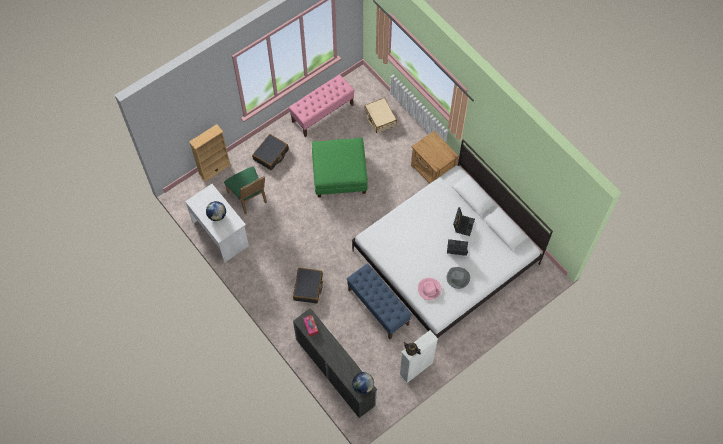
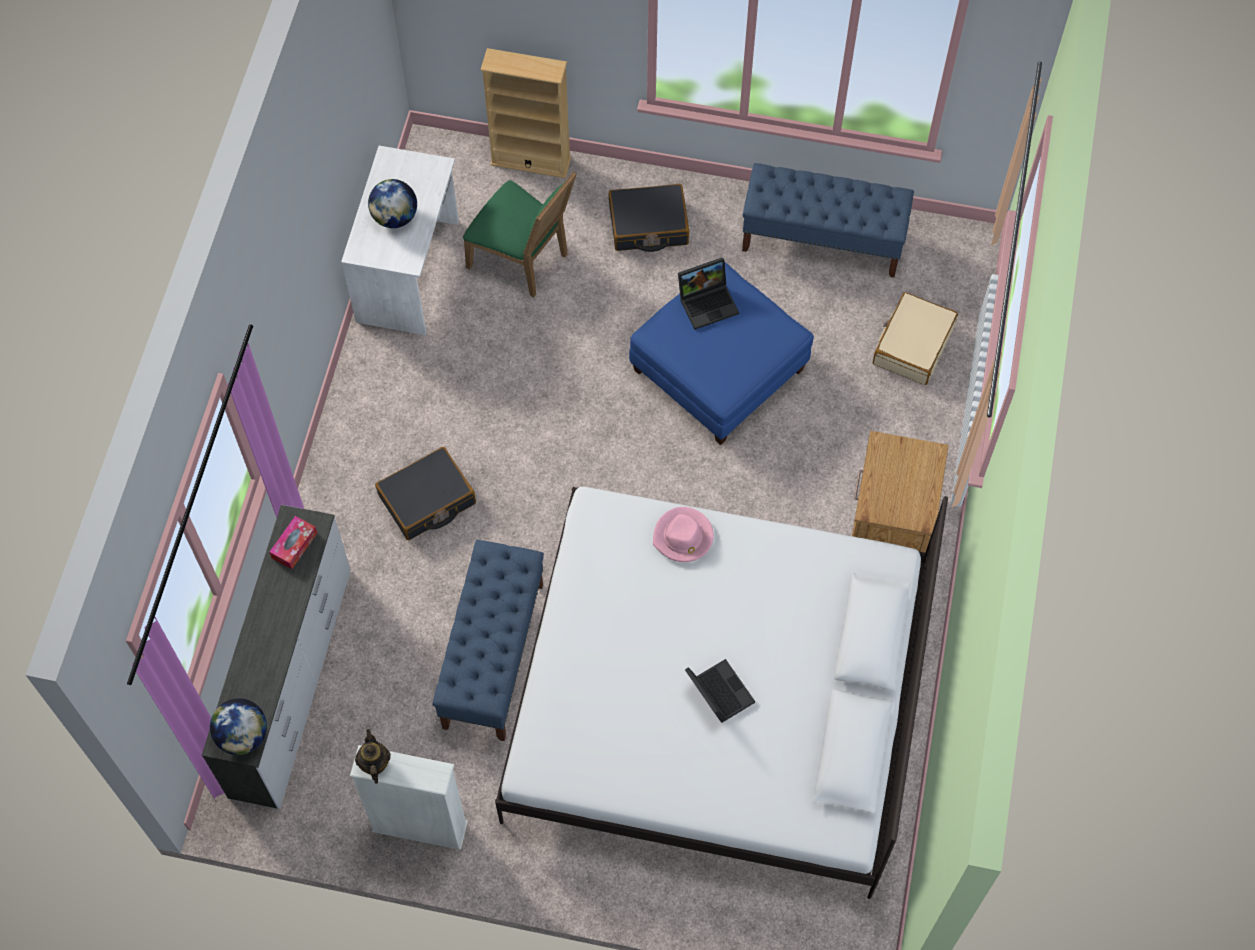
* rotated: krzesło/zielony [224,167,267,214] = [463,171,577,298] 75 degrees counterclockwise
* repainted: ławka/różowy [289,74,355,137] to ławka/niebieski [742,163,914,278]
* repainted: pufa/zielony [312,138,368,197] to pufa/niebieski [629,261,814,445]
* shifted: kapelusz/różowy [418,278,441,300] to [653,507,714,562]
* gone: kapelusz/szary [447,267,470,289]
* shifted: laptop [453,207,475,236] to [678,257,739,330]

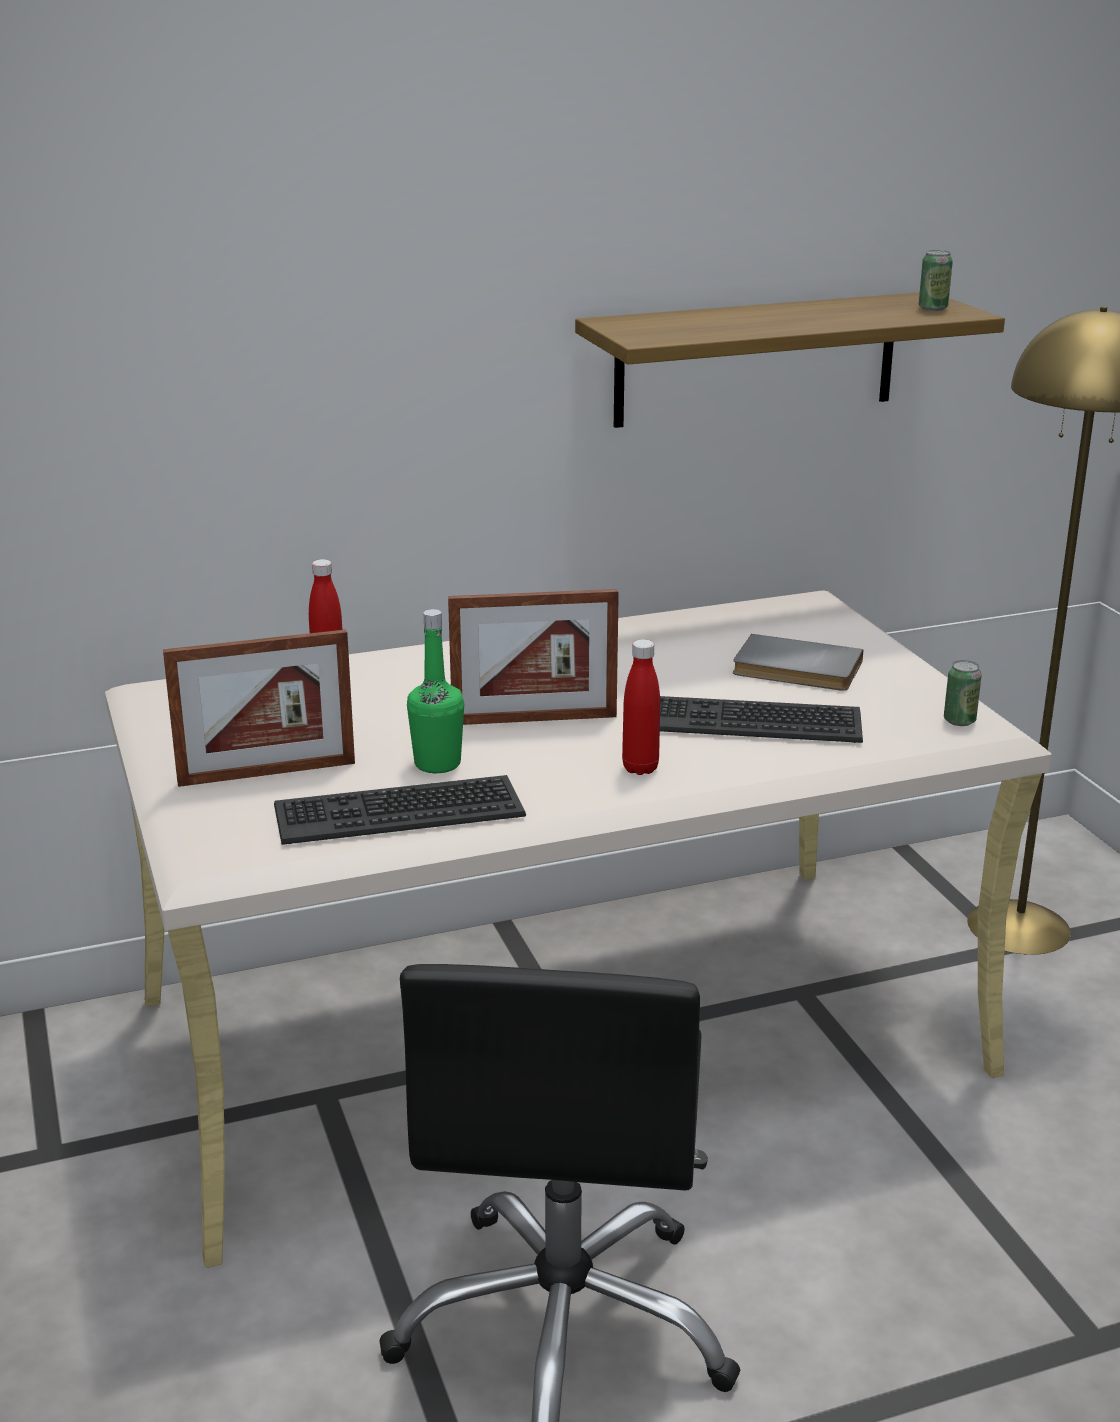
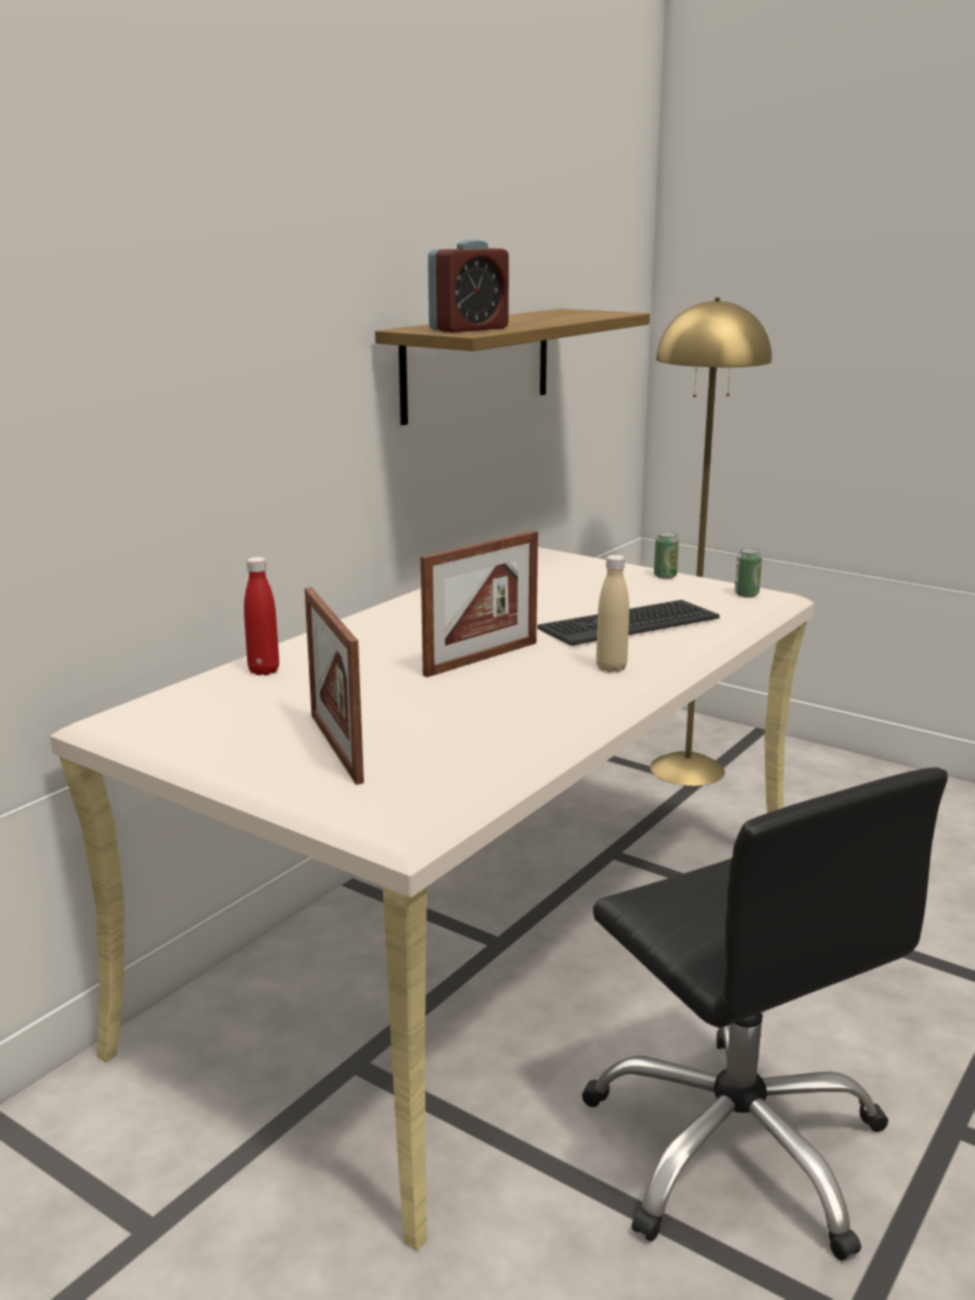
* rotated: ramka na zdjęcie [163,629,355,787] = [305,587,364,785] 120 degrees clockwise
* gone: klawiatura [274,775,526,845]
* gone: butelka/zielony [407,609,464,773]
* repainted: butelka/czerwony [622,639,660,775] to butelka/beżowy [596,555,629,673]
* gone: książka/szary [733,634,863,691]
* shifted: puszka [919,250,953,311] to [654,532,679,579]
* new: budzik [428,240,509,333]

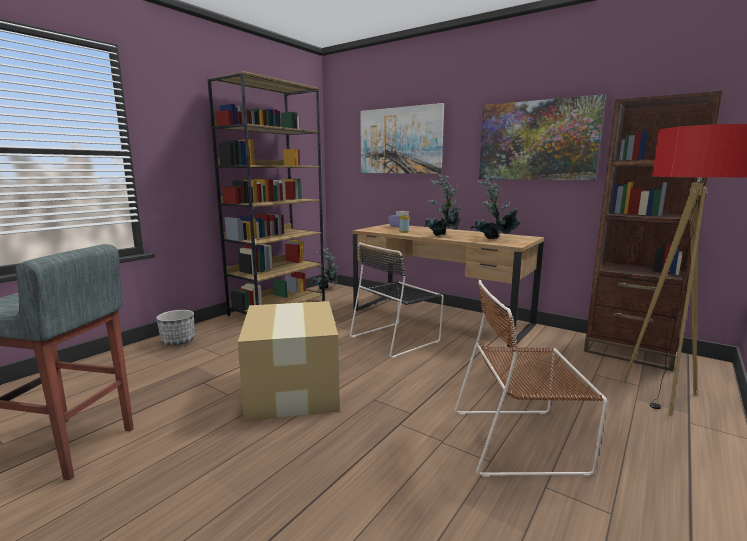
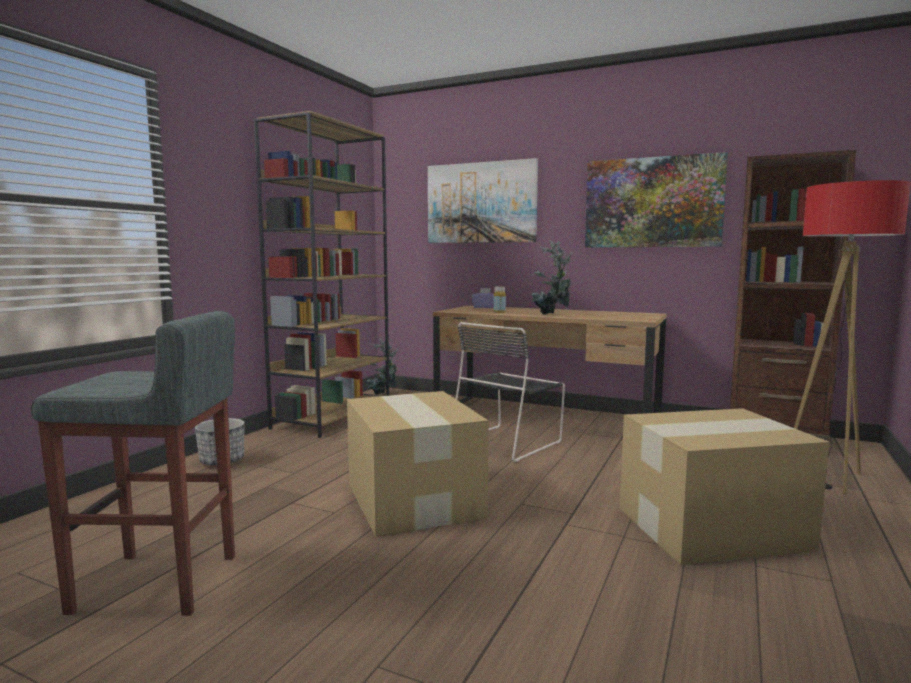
* swapped: krzesło/brązowy [455,280,607,477] to karton [620,408,829,565]
* gone: roślina doniczkowa [471,174,520,239]

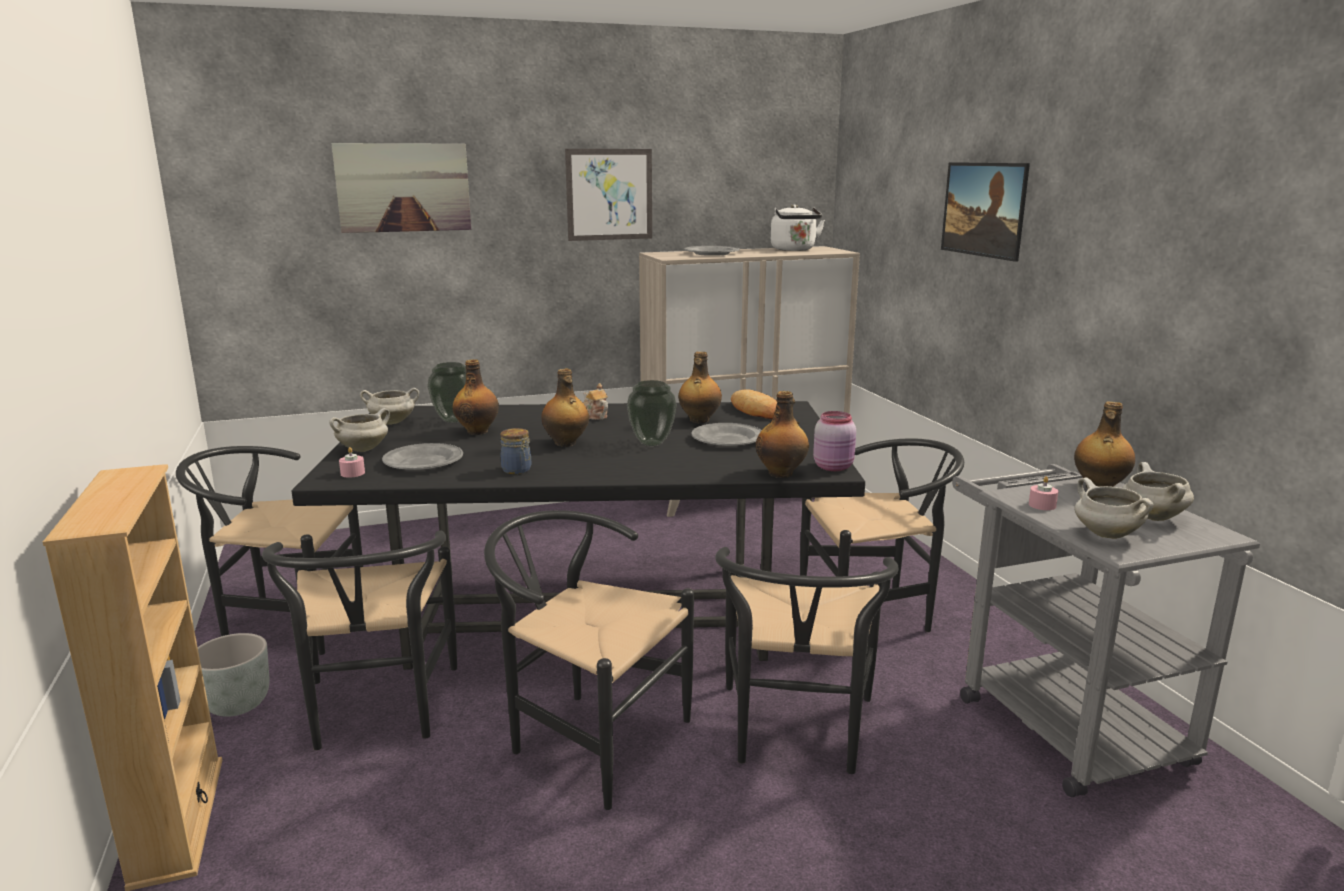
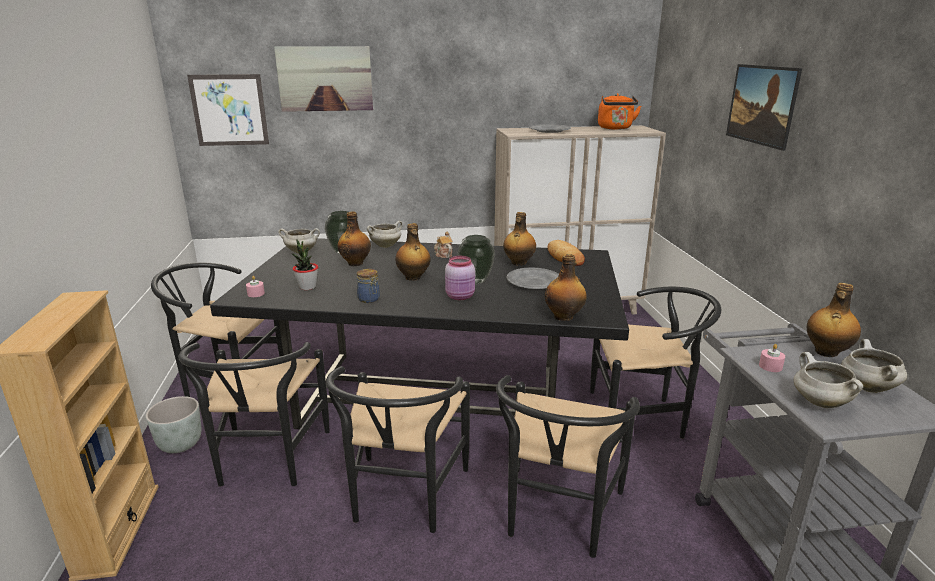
* shifted: garnek/biały [329,408,390,452] to [367,221,403,248]
* swapped: talerz/szary [382,443,463,470] to roślina doniczkowa [292,239,318,290]
* rotated: krzesło/czarny [484,510,694,810] = [326,366,470,533] 120 degrees counterclockwise
* shifted: obraz [565,149,652,241] to [187,74,269,146]
* repainted: czajnik/biały [771,204,825,251] to czajnik/pomarańczowy [598,93,641,130]
* shifted: słoik/różowy [813,411,856,471] to [445,256,475,300]

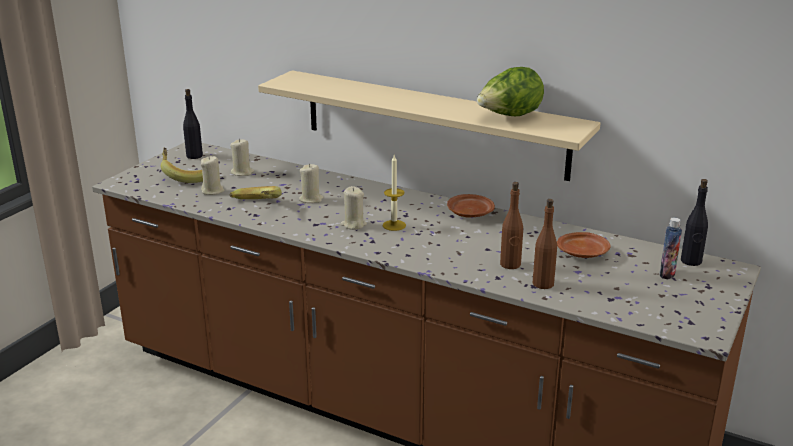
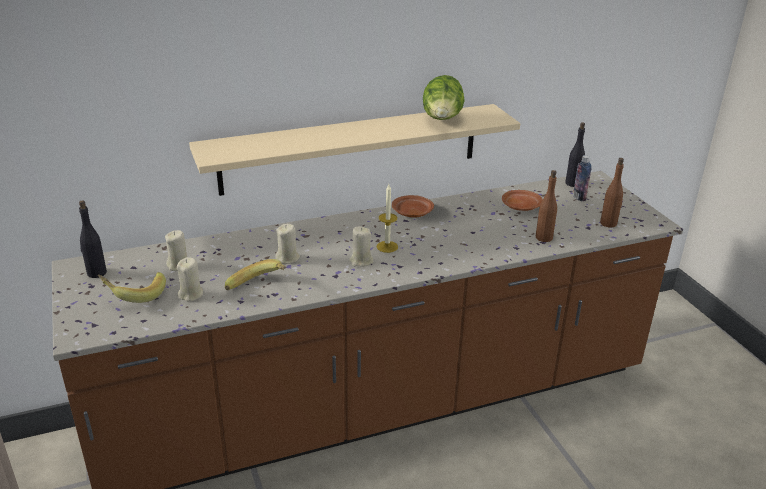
* shifted: butelka/brązowy [500,182,523,269] to [600,158,624,227]

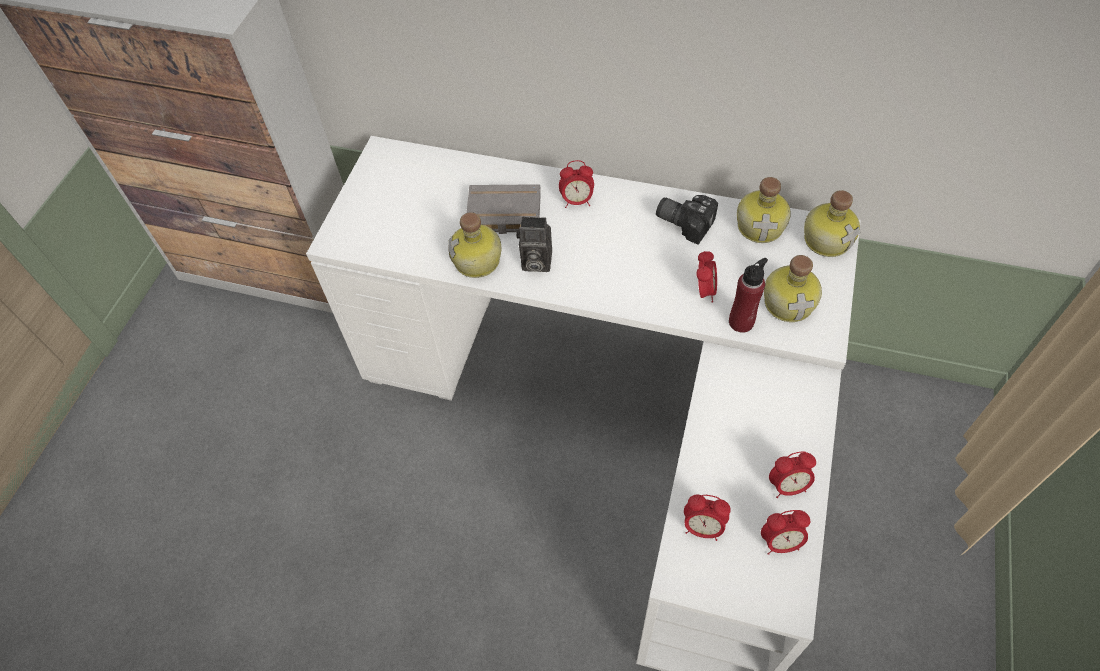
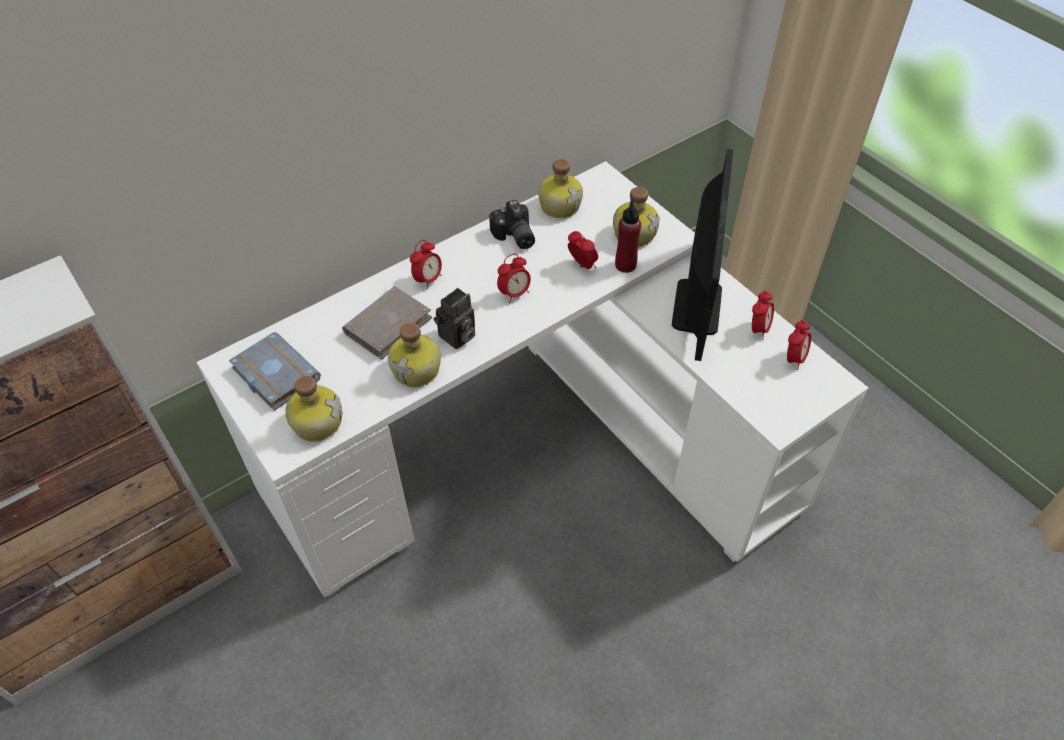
* rotated: aparat fotograficzny [656,195,718,245] = [489,200,535,249] 90 degrees counterclockwise
* shifted: budzik [684,494,731,541] to [497,254,531,303]
* shifted: butelka [804,190,860,257] to [285,376,343,442]
* new: książka/szary [229,332,321,411]
* new: monitor [672,149,733,361]

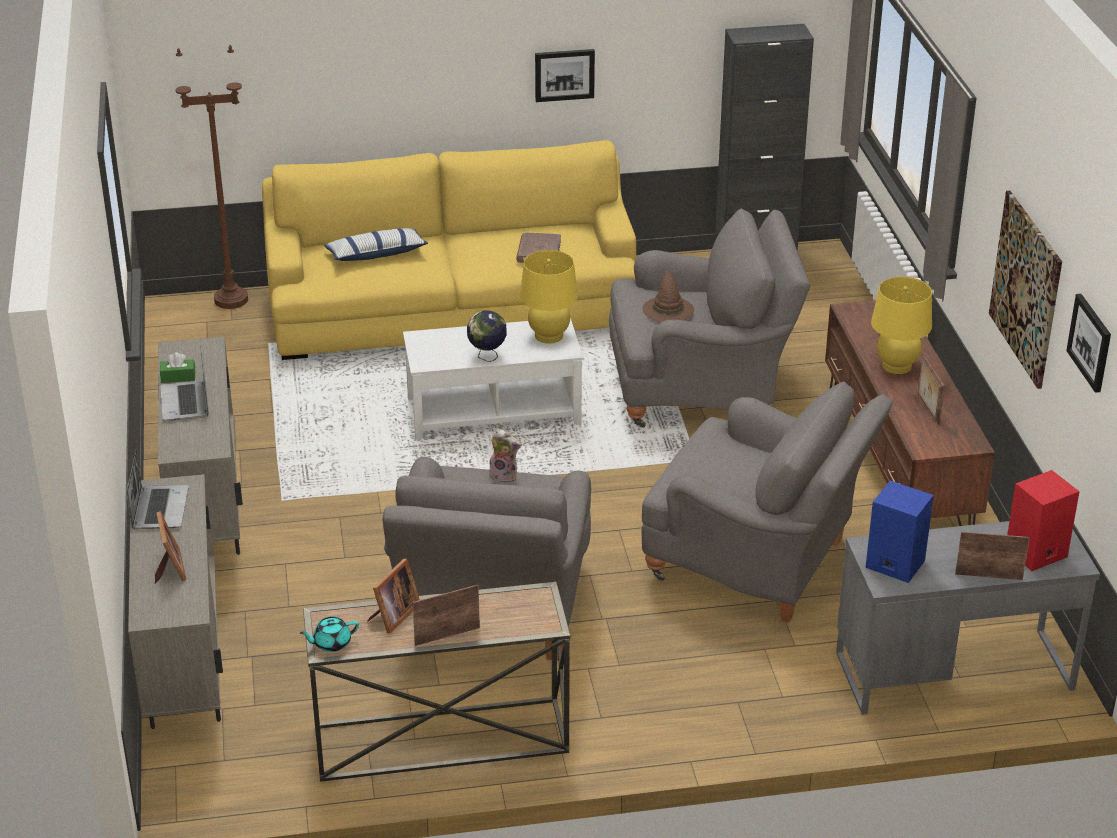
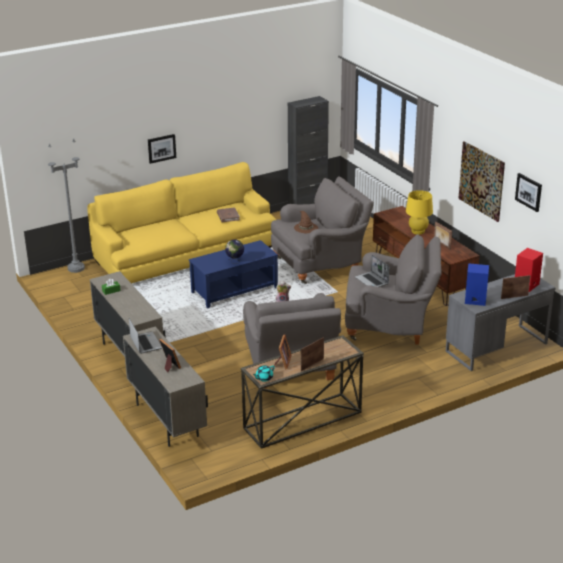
* shifted: laptop [160,345,209,421] to [355,255,389,287]
* repainted: lampa stojąca/brązowy [175,45,248,309] to lampa stojąca/szary [48,138,85,273]
* gone: poduszka [324,228,428,261]
* repainted: ława/biały [403,318,583,440] to ława/niebieski [189,240,278,308]
* gone: lampa stołowa/żółty [520,250,578,344]
* shifted: obraz [535,49,595,102] to [148,134,176,164]

